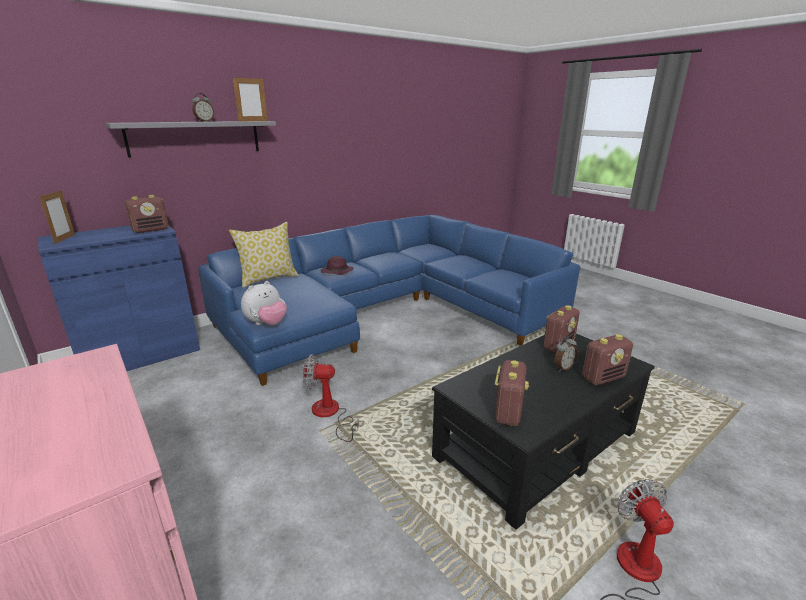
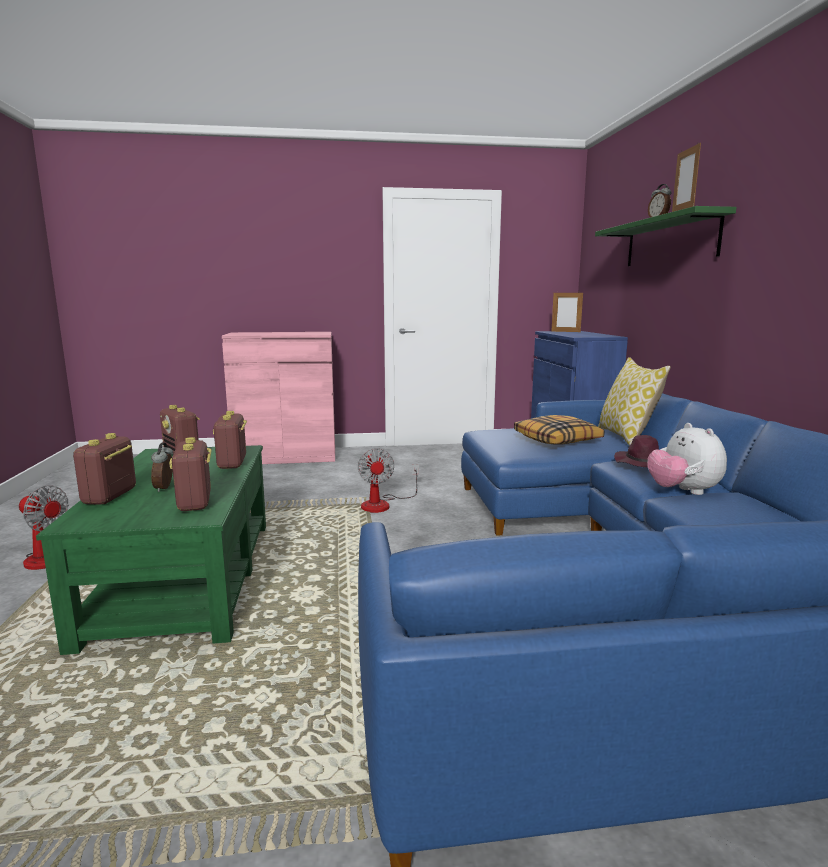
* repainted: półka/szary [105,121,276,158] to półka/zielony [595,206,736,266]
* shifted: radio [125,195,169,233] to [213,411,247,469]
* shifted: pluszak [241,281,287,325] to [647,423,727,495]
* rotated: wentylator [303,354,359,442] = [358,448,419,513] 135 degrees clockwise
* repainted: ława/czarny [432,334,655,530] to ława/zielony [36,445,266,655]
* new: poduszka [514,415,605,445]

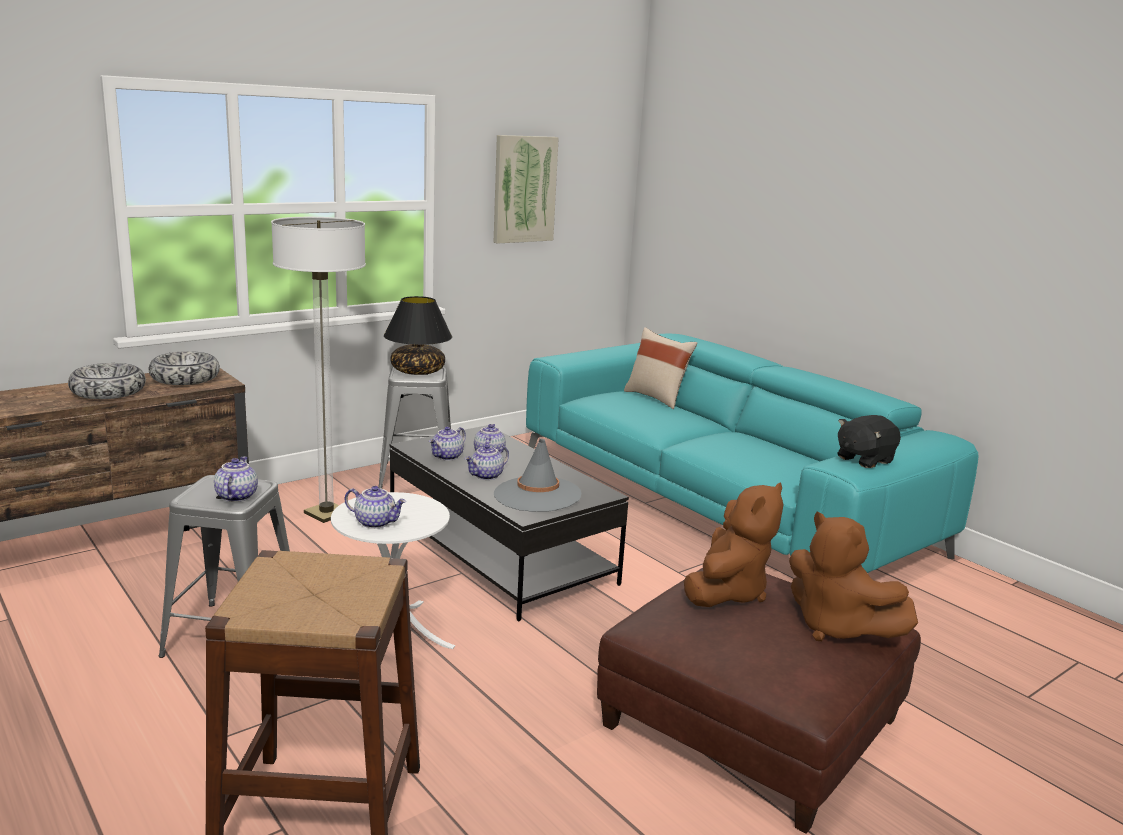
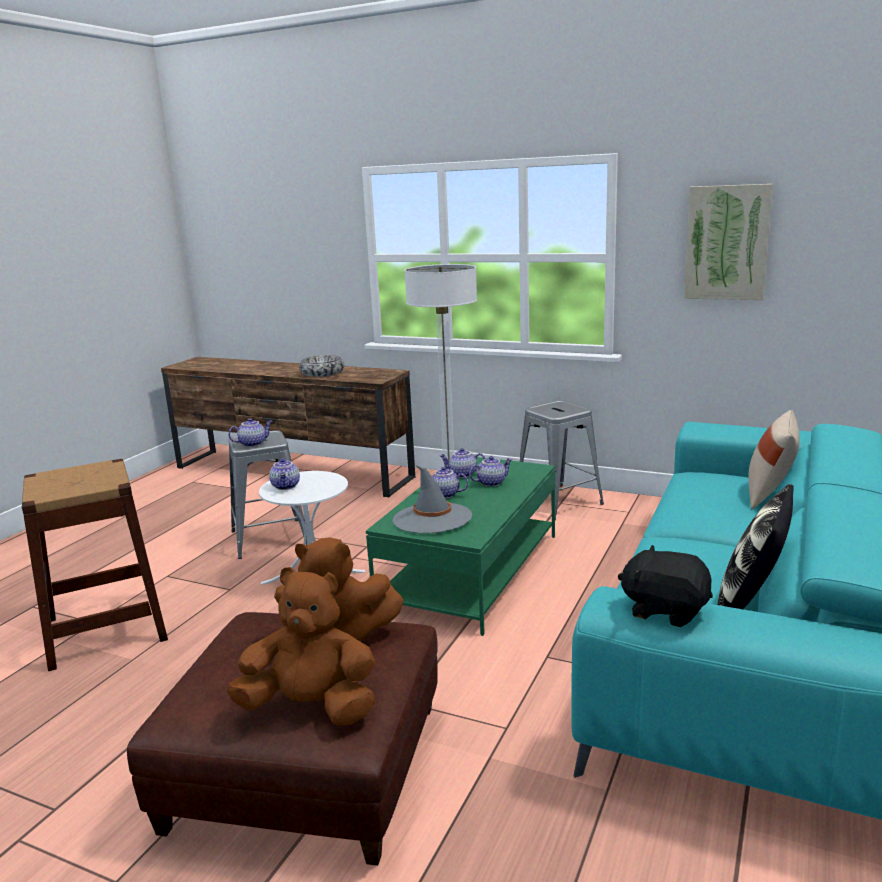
* gone: miska [149,351,220,385]
* gone: lampa stołowa/czarny [384,296,452,375]
* repainted: ława/czarny [390,425,629,621] to ława/zielony [366,457,555,636]
* rotated: pluszak/brązowy [789,512,918,641] = [226,567,375,725] 75 degrees clockwise
* new: poduszka [717,484,794,609]

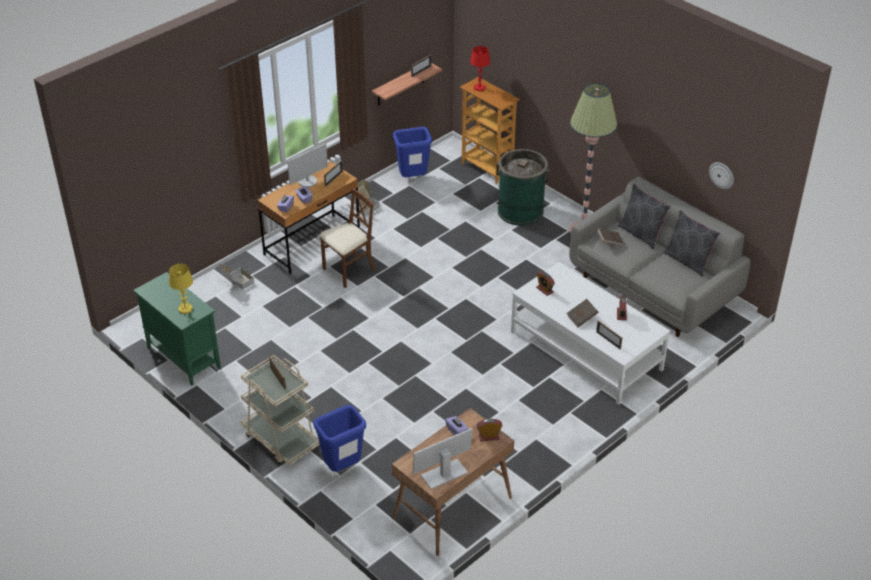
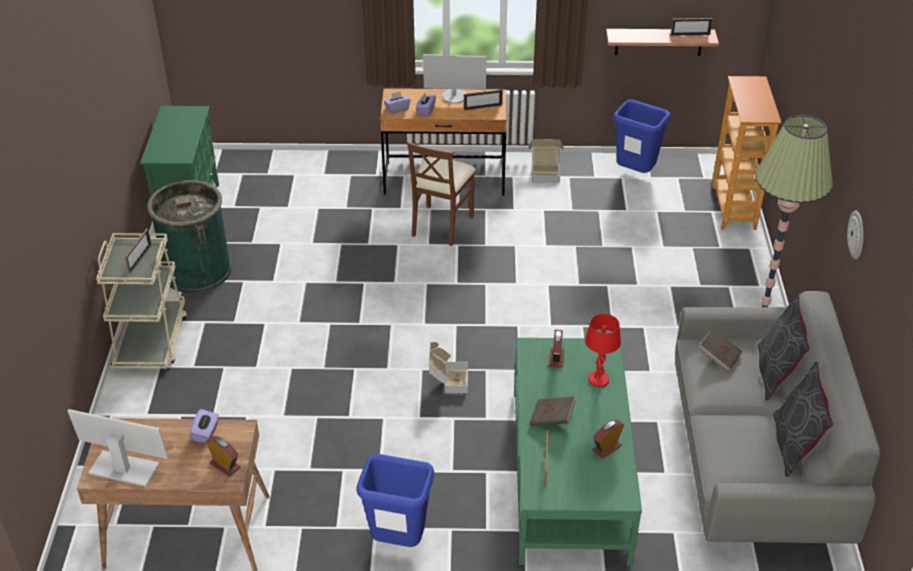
* gone: lampa stołowa/żółty [169,264,193,314]
* shifted: karton [219,264,254,290] to [429,342,468,393]
* shifted: kosz na śmieci/niebieski [313,405,366,472] to [357,454,434,547]
* rotated: krzesło/brązowy [319,188,375,288] = [407,142,476,246] 105 degrees clockwise
* shifted: lampa stołowa/czerwony [470,46,490,91] to [585,314,621,387]
* shifted: kosz na śmieci/zielony [496,149,550,226] to [147,180,231,293]
* repainted: ława/biały [511,262,670,405] to ława/zielony [514,338,642,566]
* shifted: zegar ścienny [709,162,734,189] to [847,210,864,259]

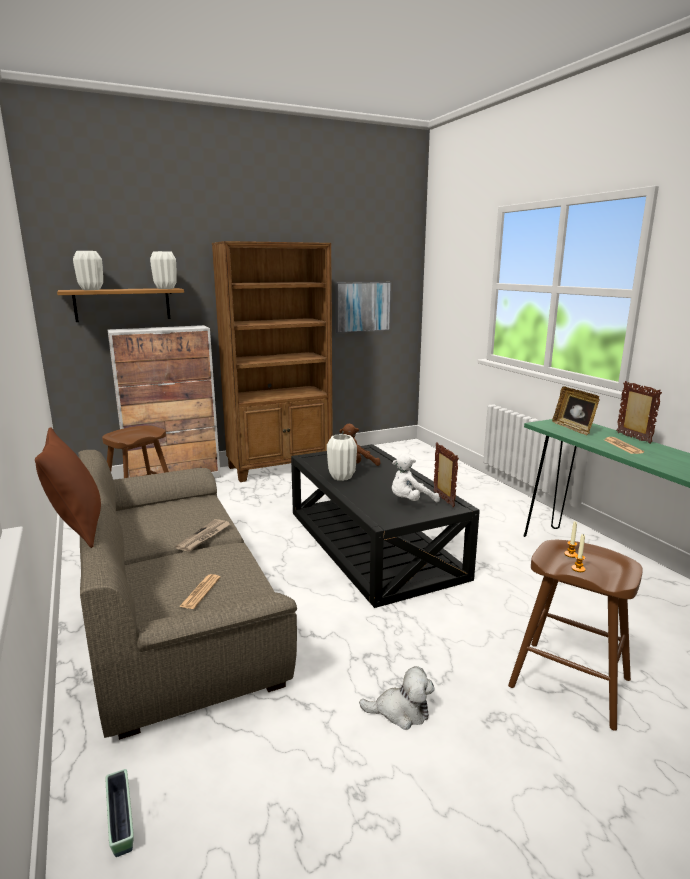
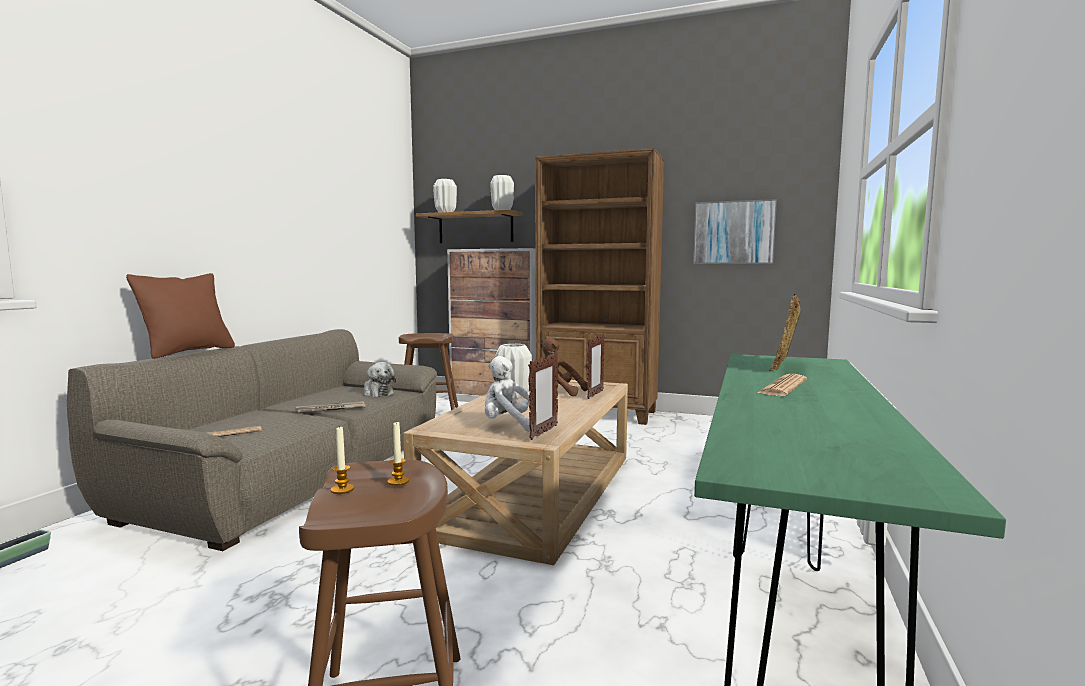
* repainted: ława/czarny [291,444,480,608] to ława/beżowy [403,377,628,565]
* shifted: pluszak [359,666,435,730] to [364,362,396,397]
* shifted: ramka na zdjęcie [616,381,662,444] to [587,334,605,399]

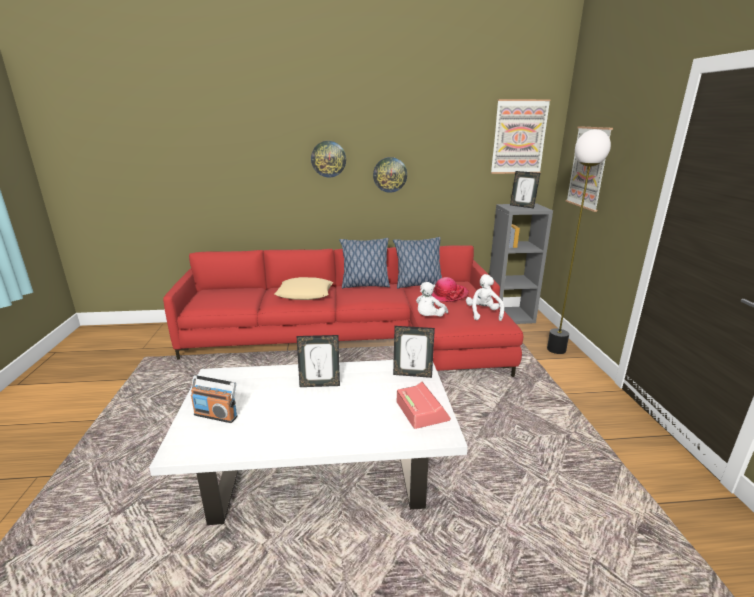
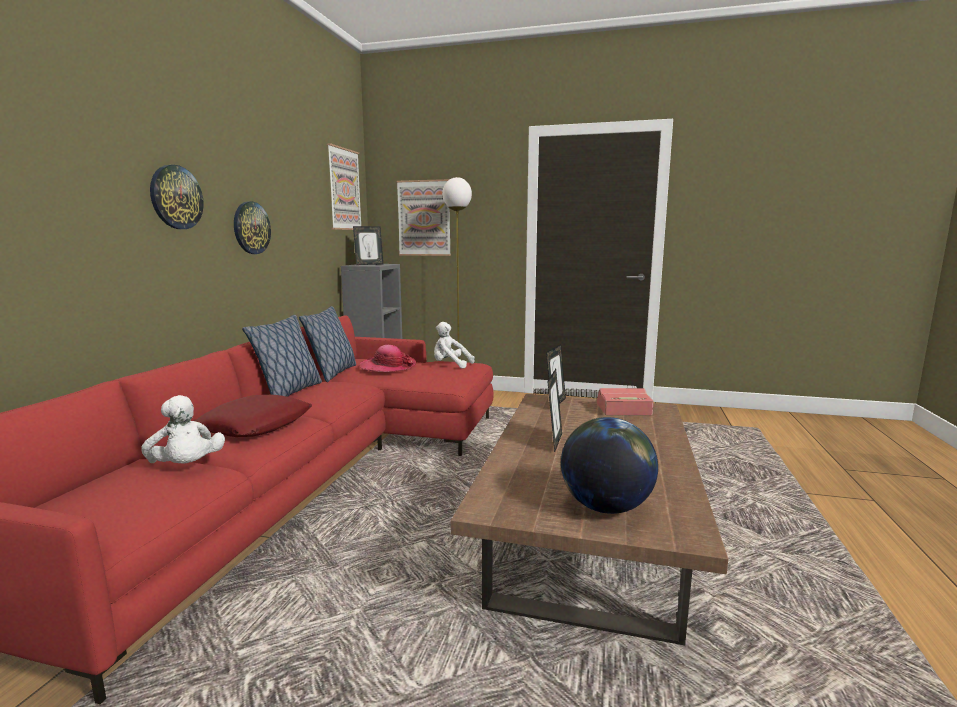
* repainted: ława/biały [149,360,468,525] to ława/brązowy [450,394,728,645]
* swapped: radio [190,375,238,423] to globus [561,417,658,514]
* repainted: poduszka/beżowy [274,277,333,300] to poduszka/czerwony [195,395,312,437]
* shifted: pluszak/biały [416,282,448,316] to [141,395,225,464]

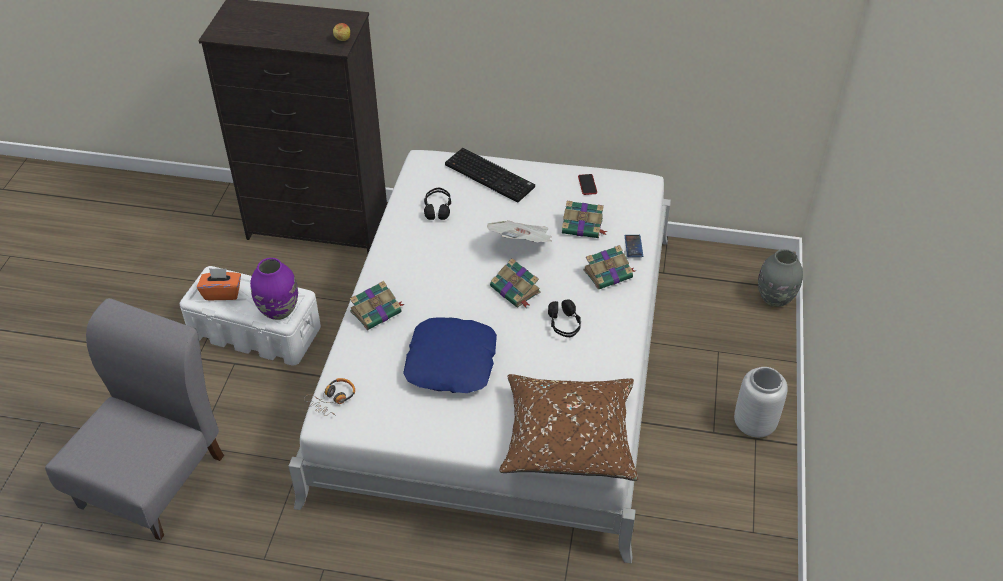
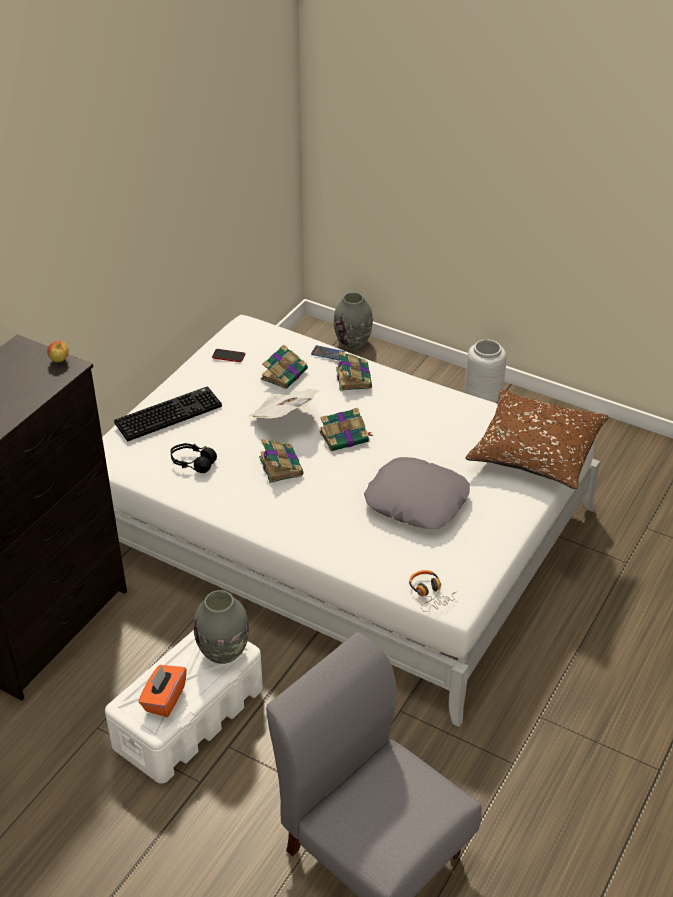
* repainted: wazon/fioletowy [250,258,298,320] to wazon/szary [194,590,249,664]
* shifted: książka [350,281,405,330] to [259,439,304,483]
* repainted: poduszka/niebieski [403,317,497,393] to poduszka/szary [364,457,470,529]
* gone: słuchawki/czarny [548,299,581,337]

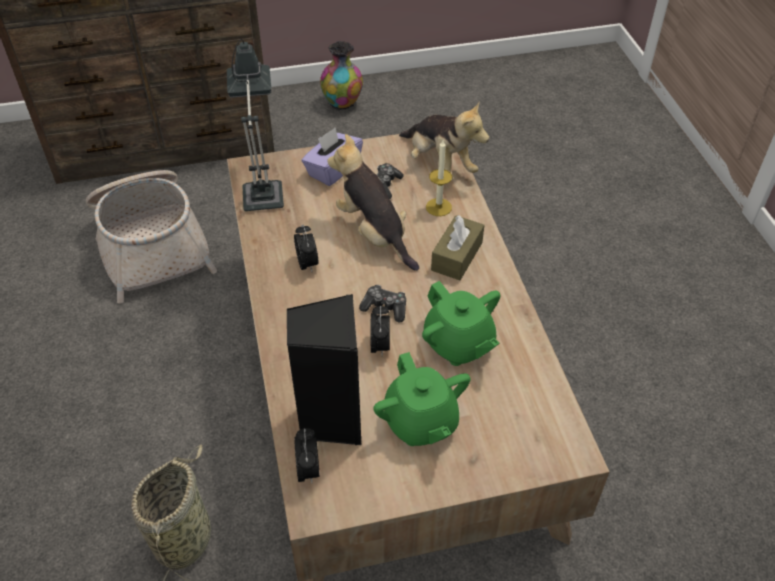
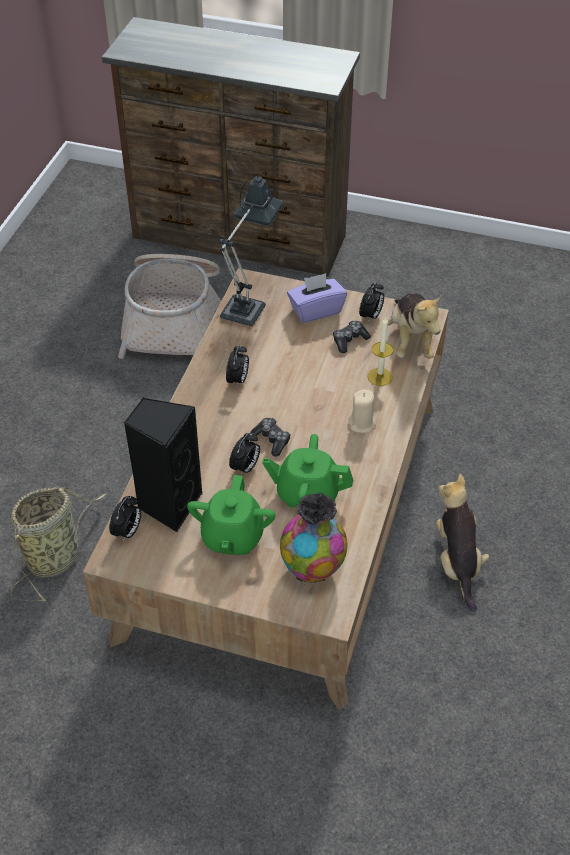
* shifted: wazon [320,41,363,111] to [280,492,348,583]
* shifted: pluszak [327,134,419,271] to [436,474,489,612]
* rotated: imbryk/zielony [422,281,500,366] = [262,434,353,508] 105 degrees clockwise
* swapped: pudełko chusteczek/brązowy [431,215,484,280] to świeca/beżowy [348,389,376,433]
* new: budzik [359,282,384,323]

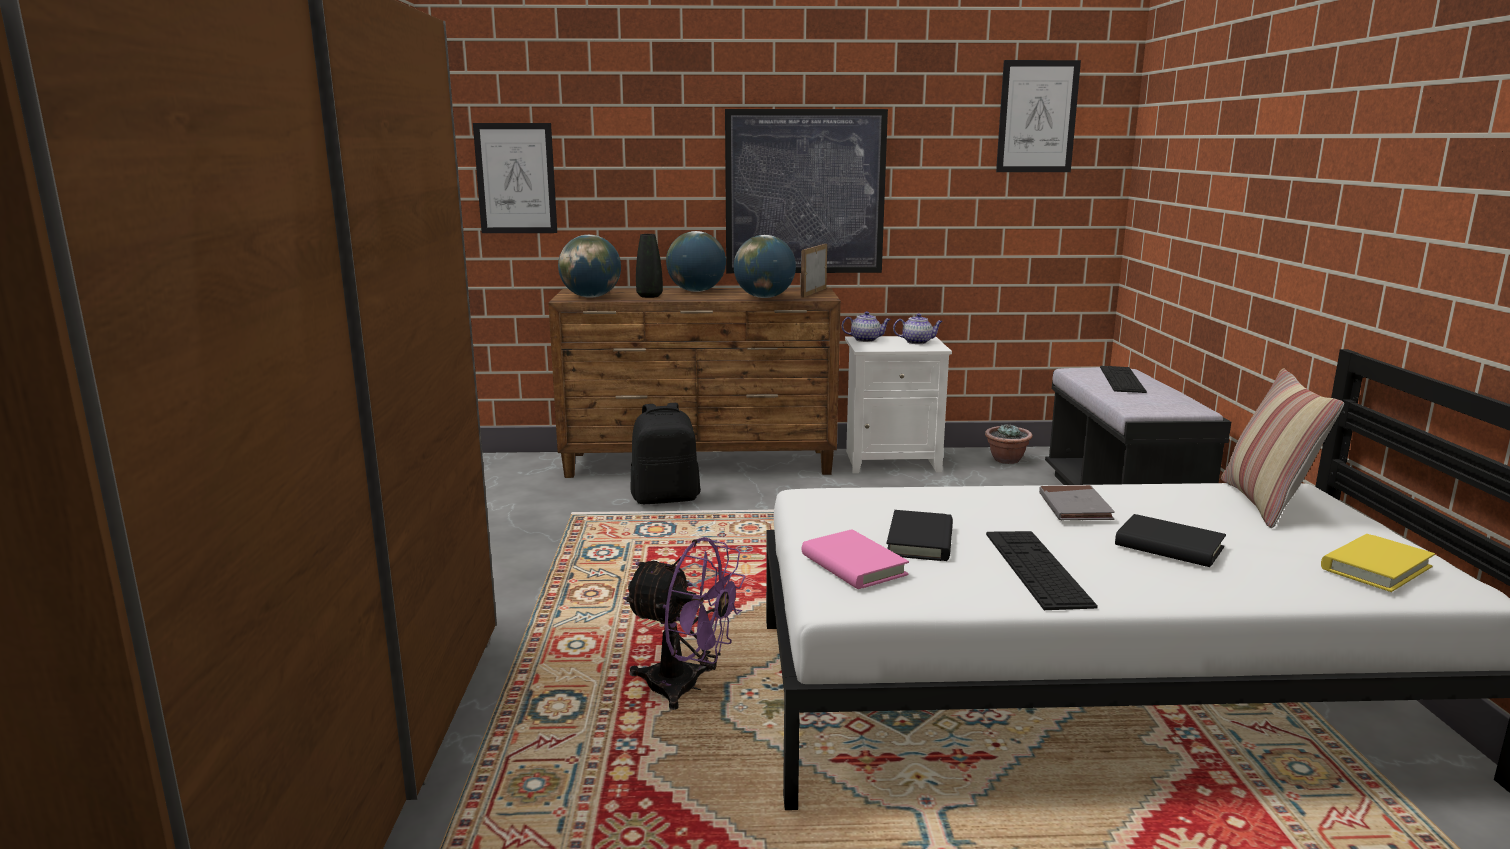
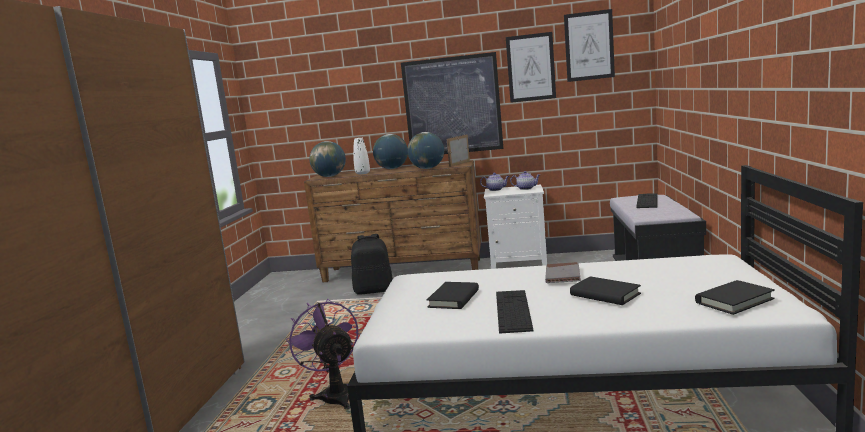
* shifted: obraz [473,123,557,233] to [506,32,556,103]
* rotated: wentylator/fioletowy [623,537,745,710] = [286,299,358,410] 150 degrees counterclockwise
* repainted: wazon/czarny [636,234,663,298] to wazon/biały [353,138,370,175]
* gone: książka/różowy [802,529,909,589]
* gone: roślina doniczkowa [985,424,1033,464]
* gone: poduszka [1221,368,1344,528]
* repainted: książka/żółty [1321,534,1435,592] to książka/czarny [695,280,775,315]

